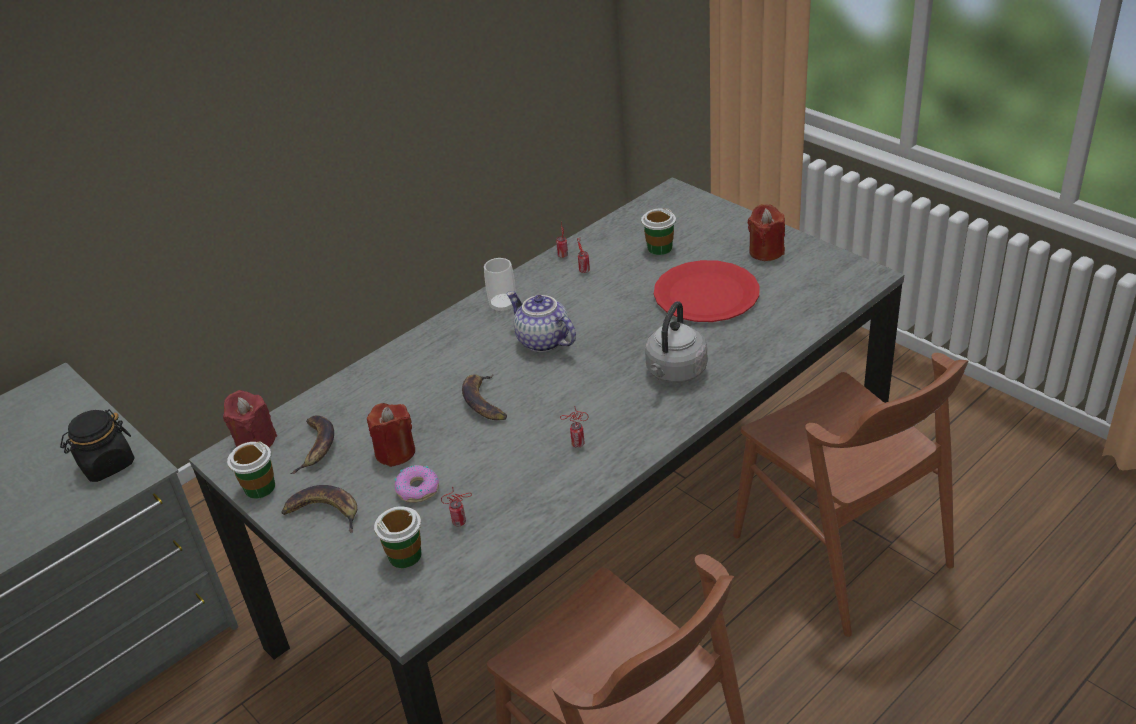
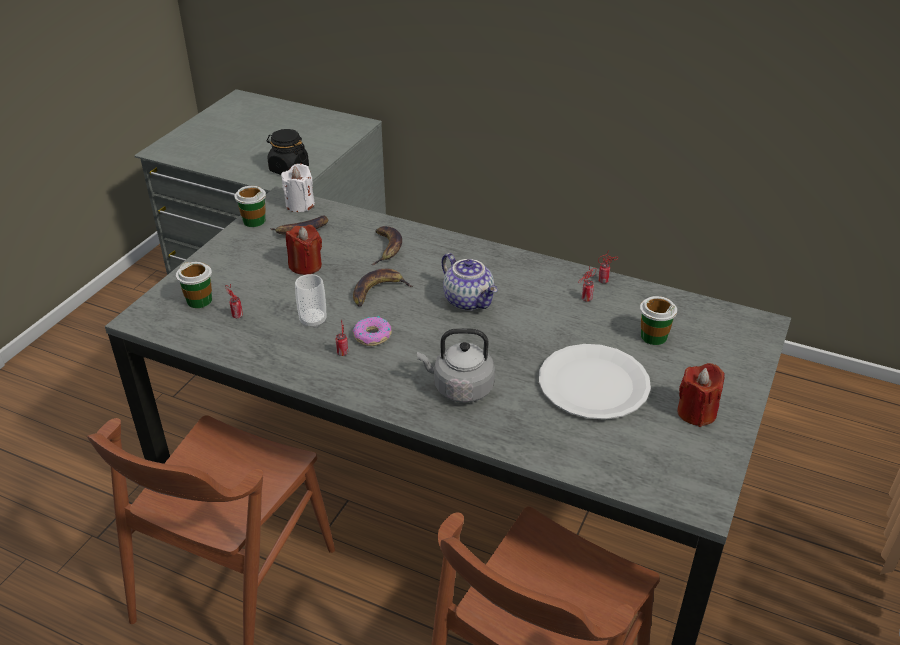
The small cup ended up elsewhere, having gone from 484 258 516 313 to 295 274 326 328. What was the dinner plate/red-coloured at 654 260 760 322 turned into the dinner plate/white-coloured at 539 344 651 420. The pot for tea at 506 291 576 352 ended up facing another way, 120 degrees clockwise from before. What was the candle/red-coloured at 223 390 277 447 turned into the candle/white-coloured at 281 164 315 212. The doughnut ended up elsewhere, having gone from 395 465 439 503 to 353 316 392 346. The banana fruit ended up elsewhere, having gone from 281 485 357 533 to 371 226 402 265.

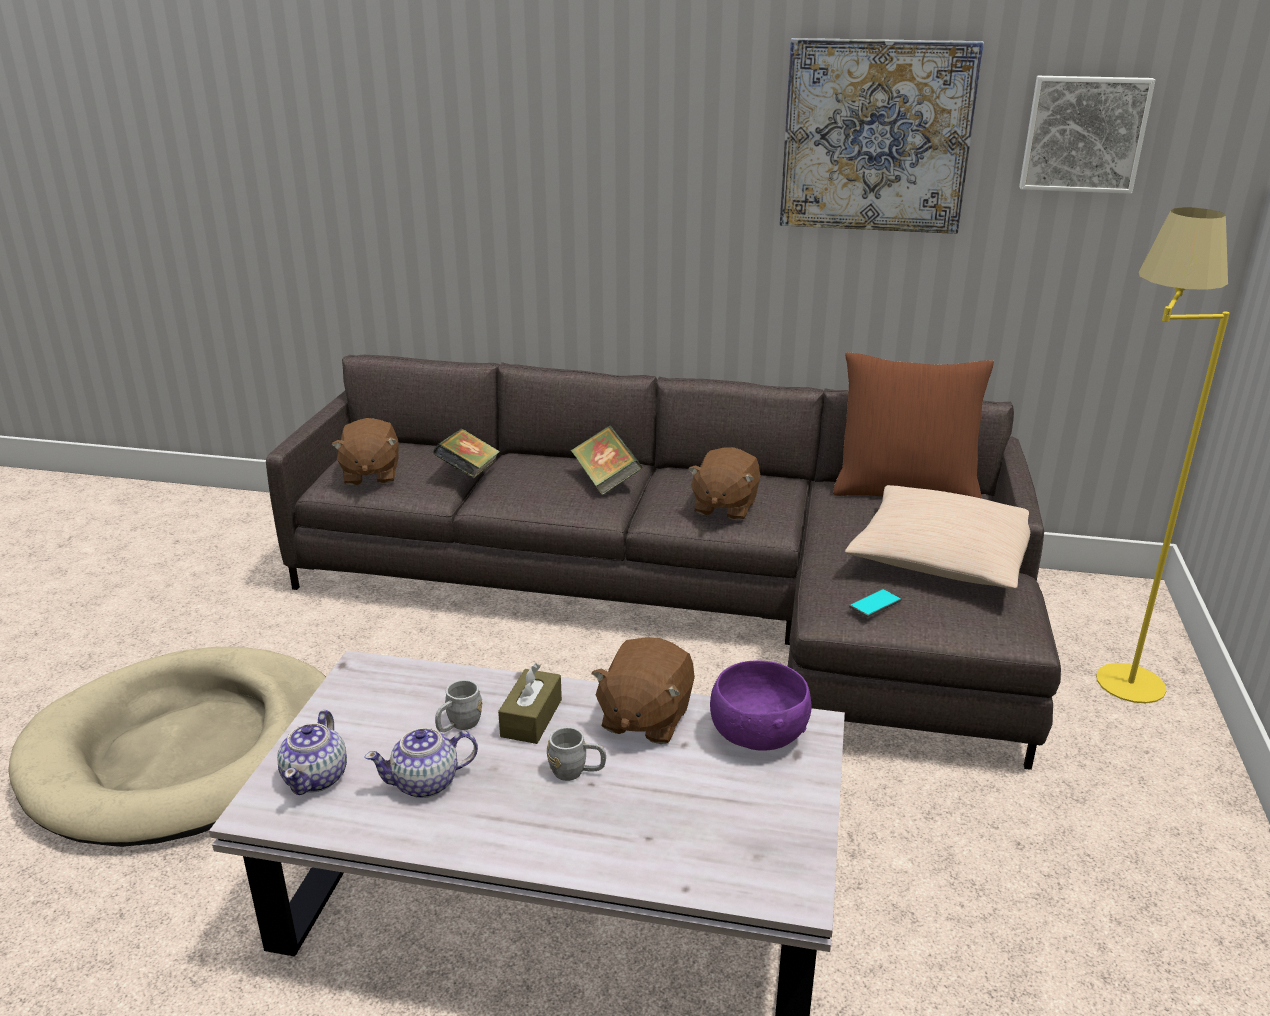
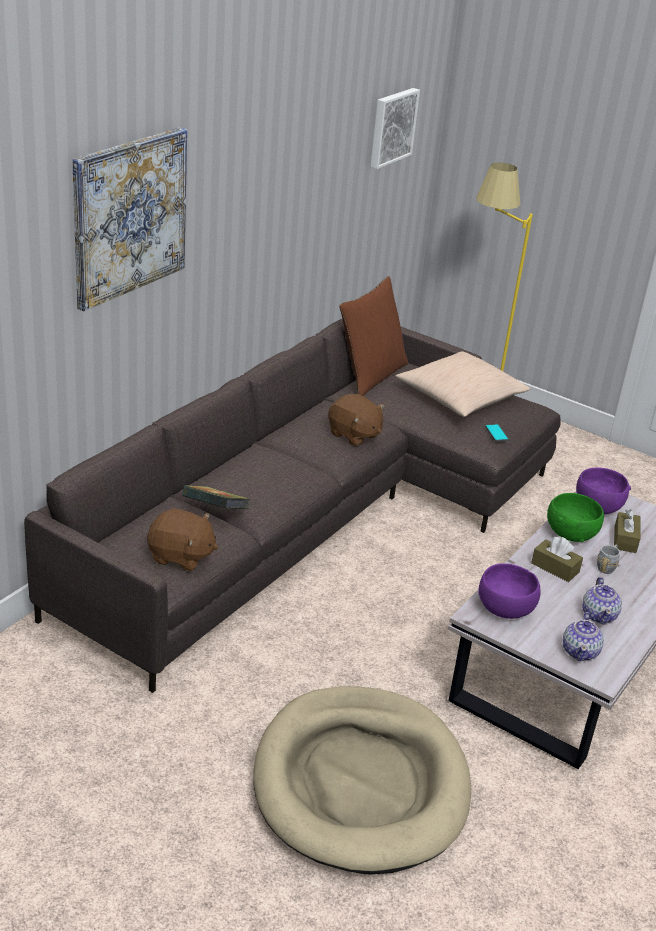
The picture ended up elsewhere, having gone from 780 38 984 234 to 72 127 187 311. The second view lost the volume at 571 426 642 496. Where the plush toy/brown-coloured stood at 591 637 695 744, the bowl/green came to stand at 547 493 604 542. The second view lost the mug/grey at 435 680 482 732. The pot for tea at 277 710 347 795 ended up facing another way, 75 degrees clockwise from before. The second view gained the tissue holder/brown-coloured at 614 509 640 553. The second view gained the bowl/purplish at 478 563 541 619.

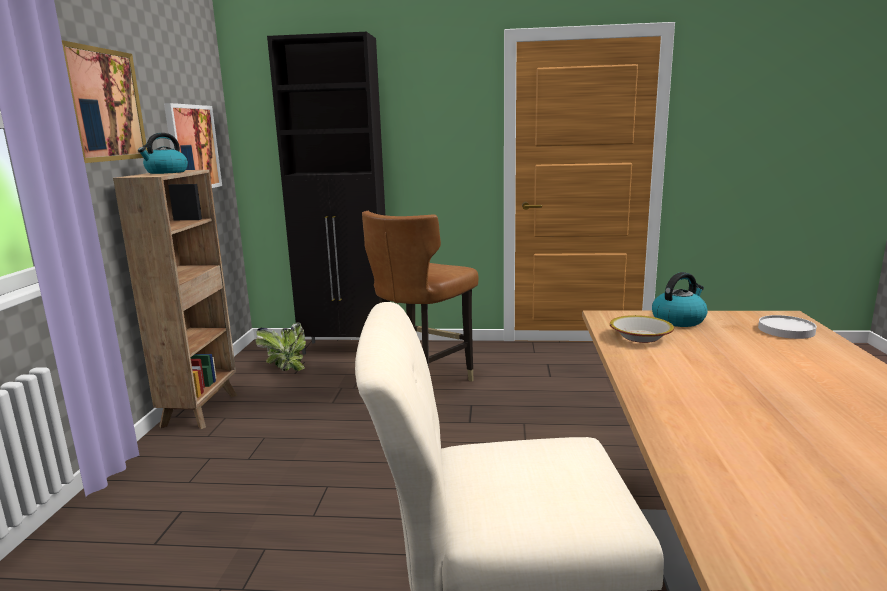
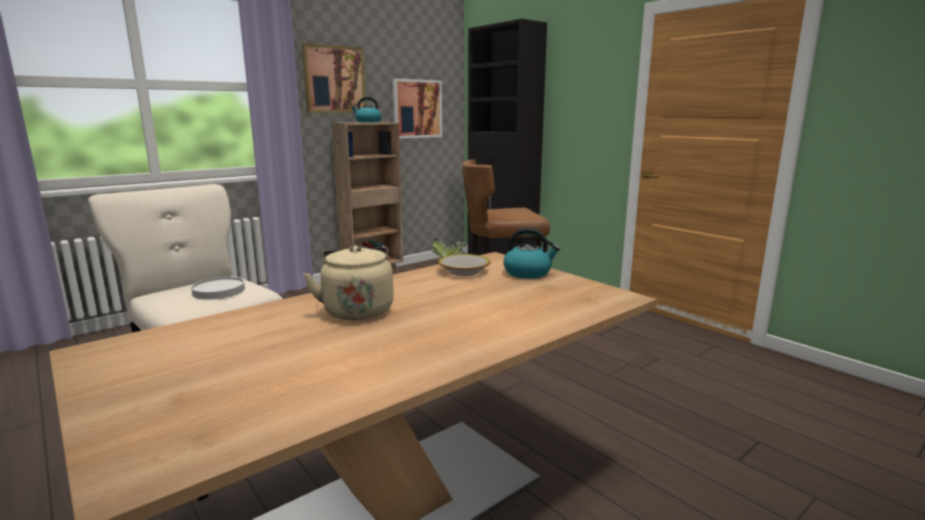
The dinner plate/white-coloured ended up elsewhere, having gone from 758 315 817 339 to 191 277 245 300. The second view gained the kettle/sand-coloured at 303 245 394 320.

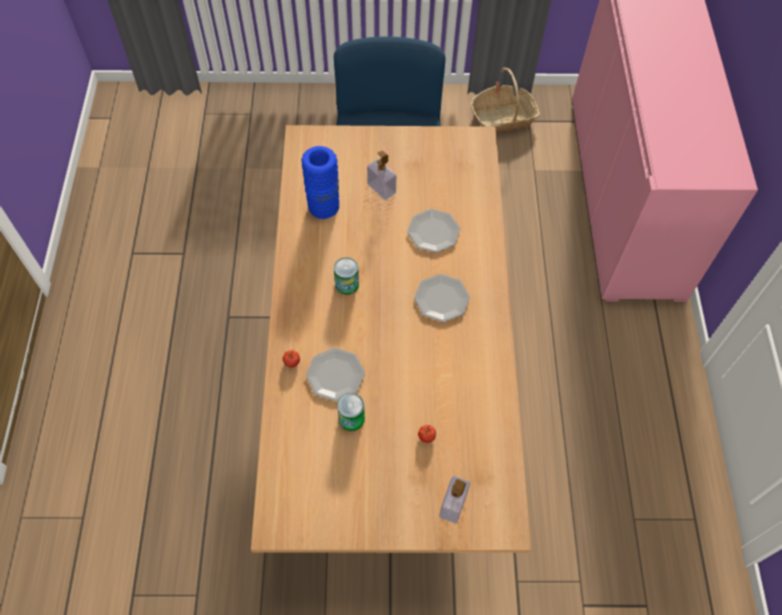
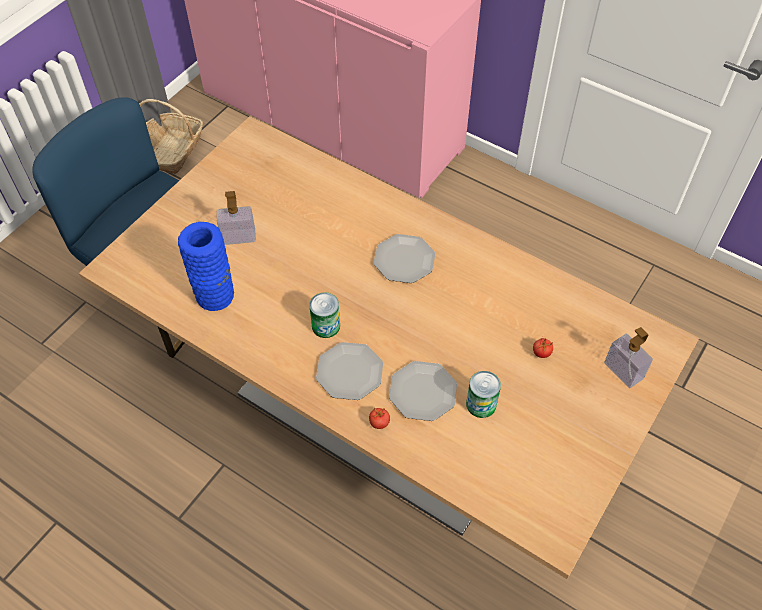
The dinner plate ended up elsewhere, having gone from 407 209 460 253 to 316 342 383 400.

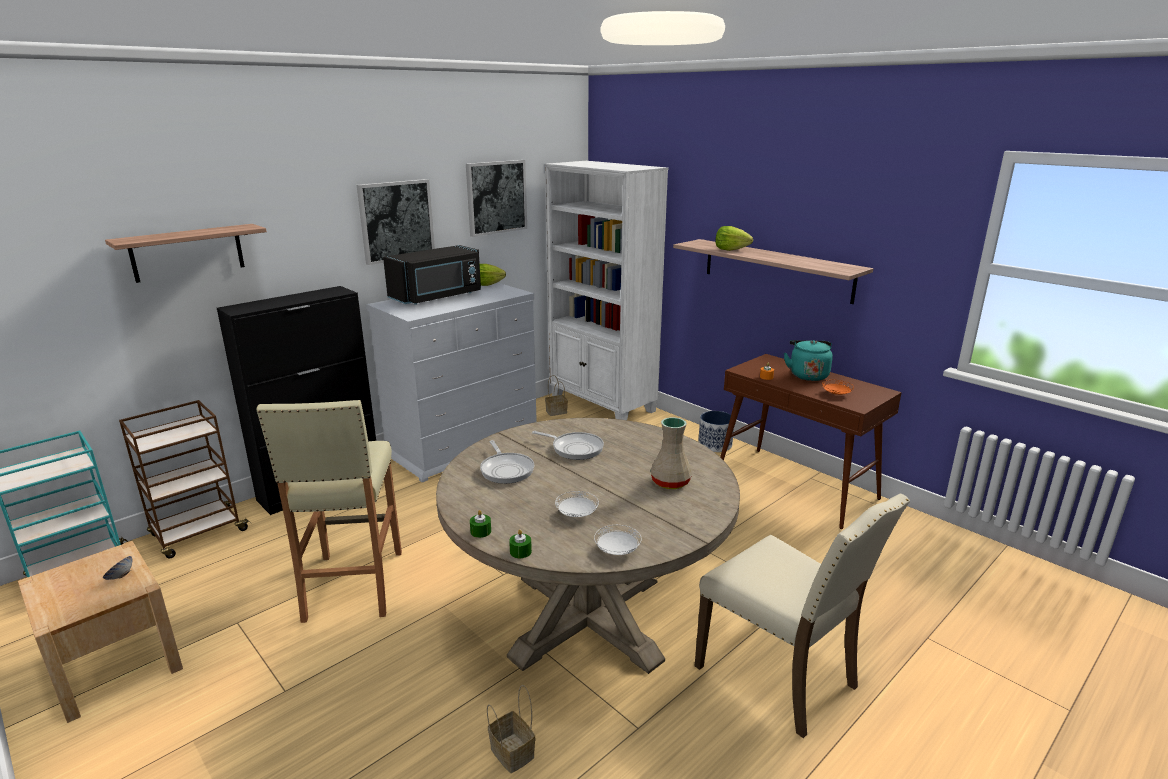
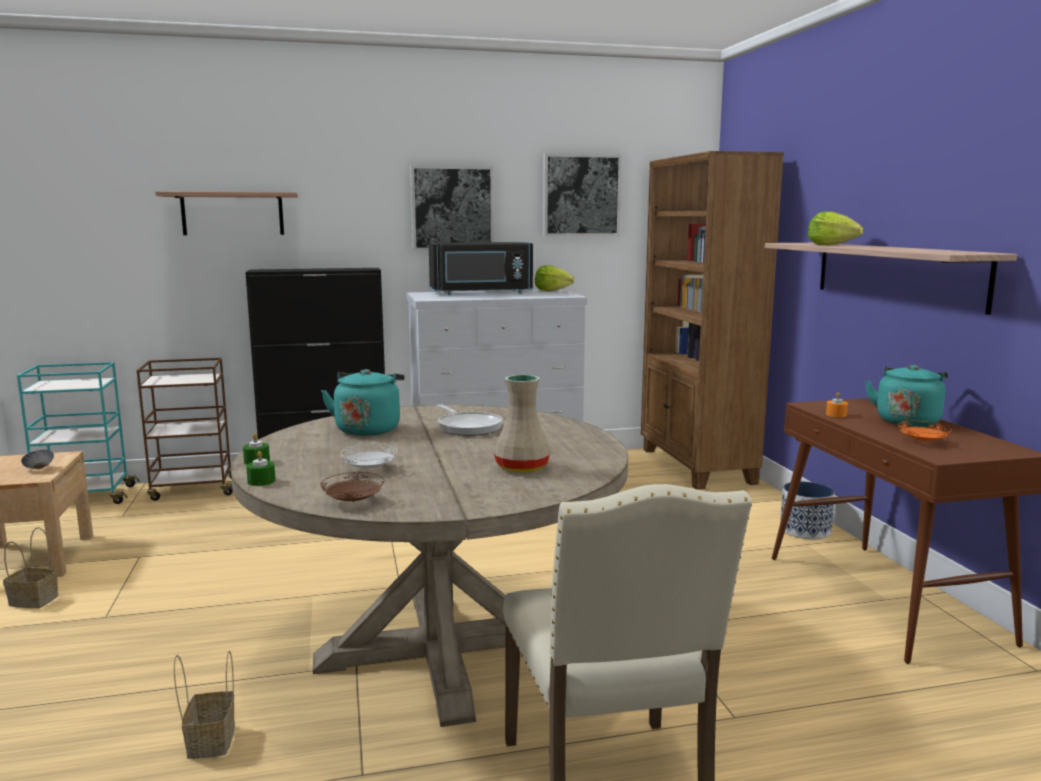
What was the bookcase/white-coloured at 545 161 668 420 turned into the bookcase/brown-coloured at 641 151 784 490. The storage basket ended up elsewhere, having gone from 545 375 568 416 to 3 527 58 608. The second view lost the sitting stool/sand-coloured at 257 400 402 623. Where the frying pan stood at 480 440 534 484, the kettle/turquoise came to stand at 321 369 405 436. What was the dinner plate/white-coloured at 594 525 642 555 turned into the dinner plate/brown-coloured at 320 472 384 502.

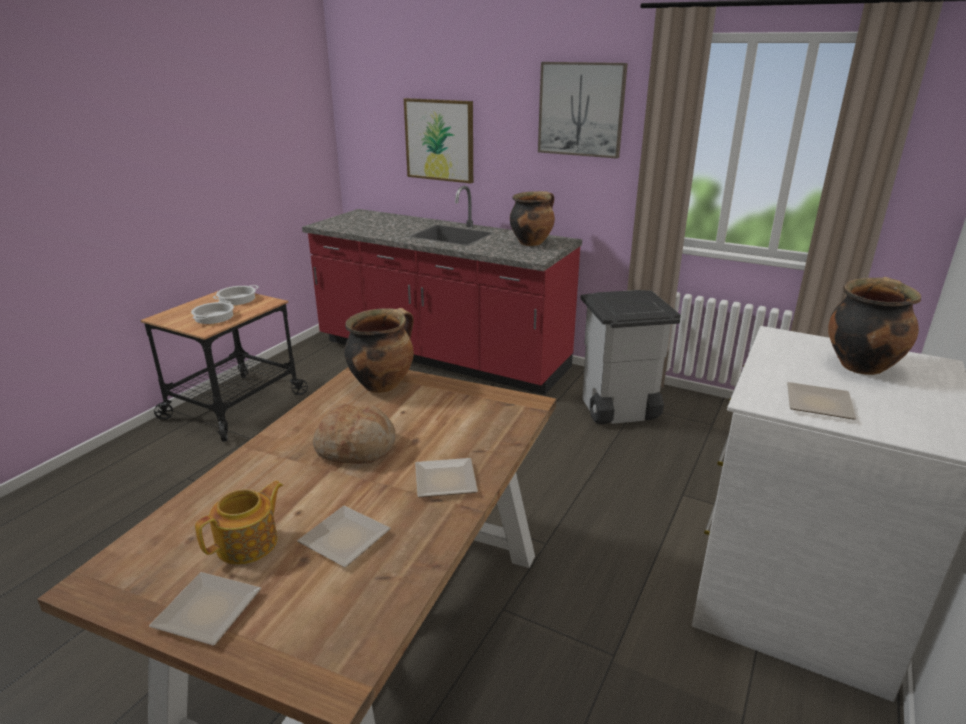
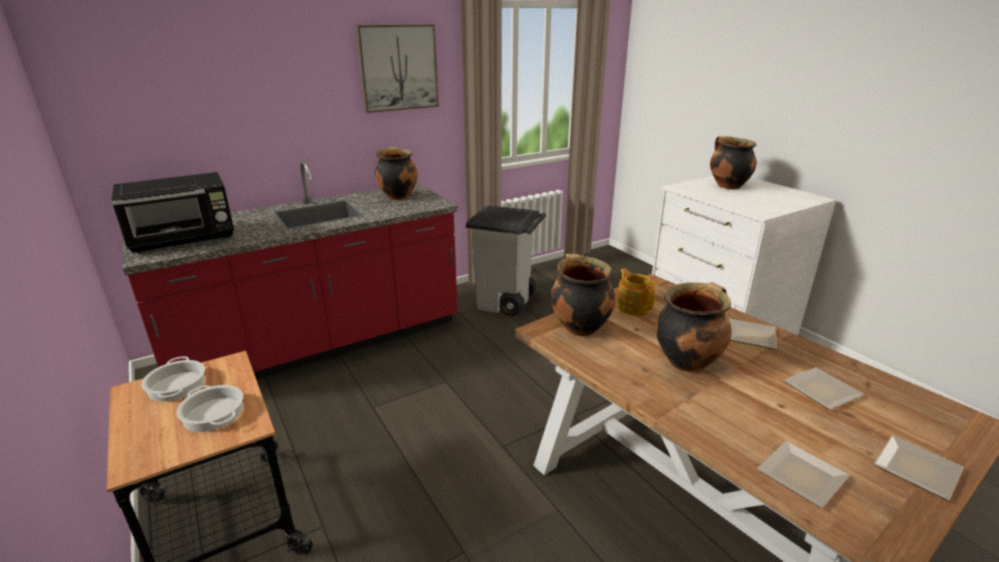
The second view lost the picture at 404 98 473 183. The dinner plate ended up elsewhere, having gone from 787 382 856 420 to 757 441 849 508. Where the bakery bread stood at 313 404 396 464, the cooking pot came to stand at 655 282 732 372. The pot for tea ended up elsewhere, having gone from 195 481 283 565 to 616 269 655 316. The second view gained the kitchen microwave/black-coloured at 111 172 234 253.

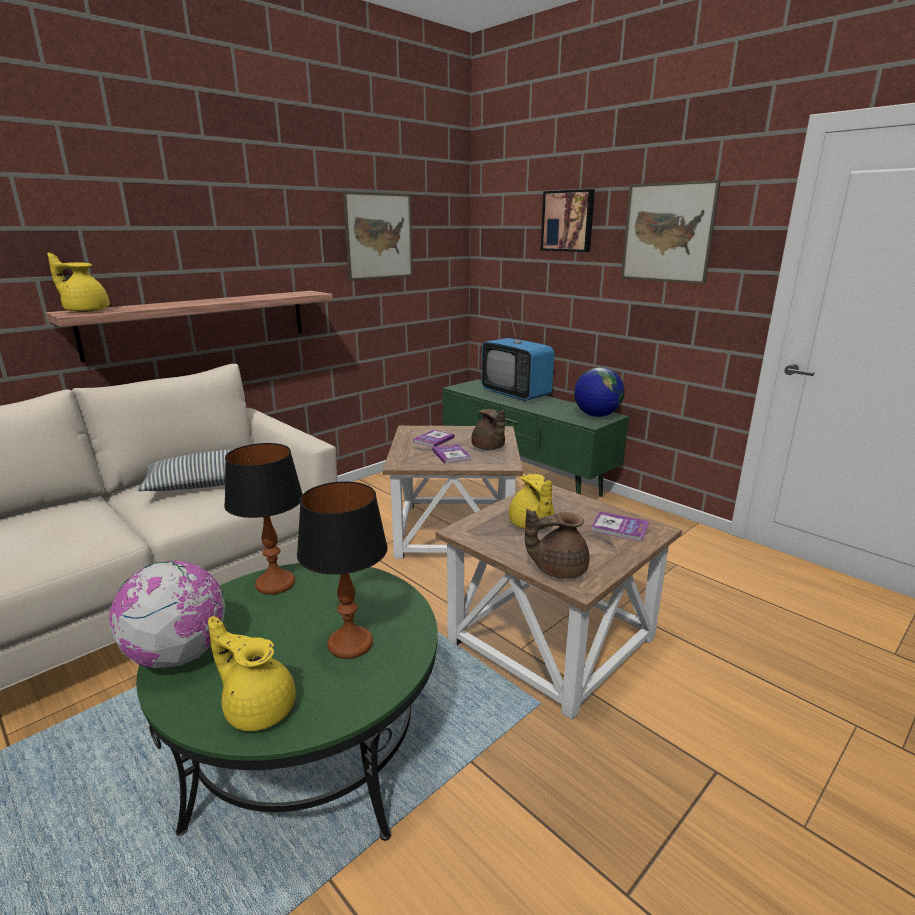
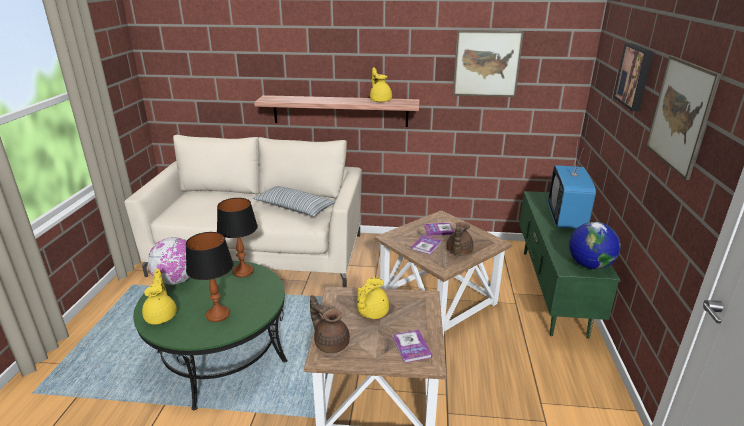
The pot for tea/yellow-coloured ended up elsewhere, having gone from 47 252 110 312 to 370 67 392 102.

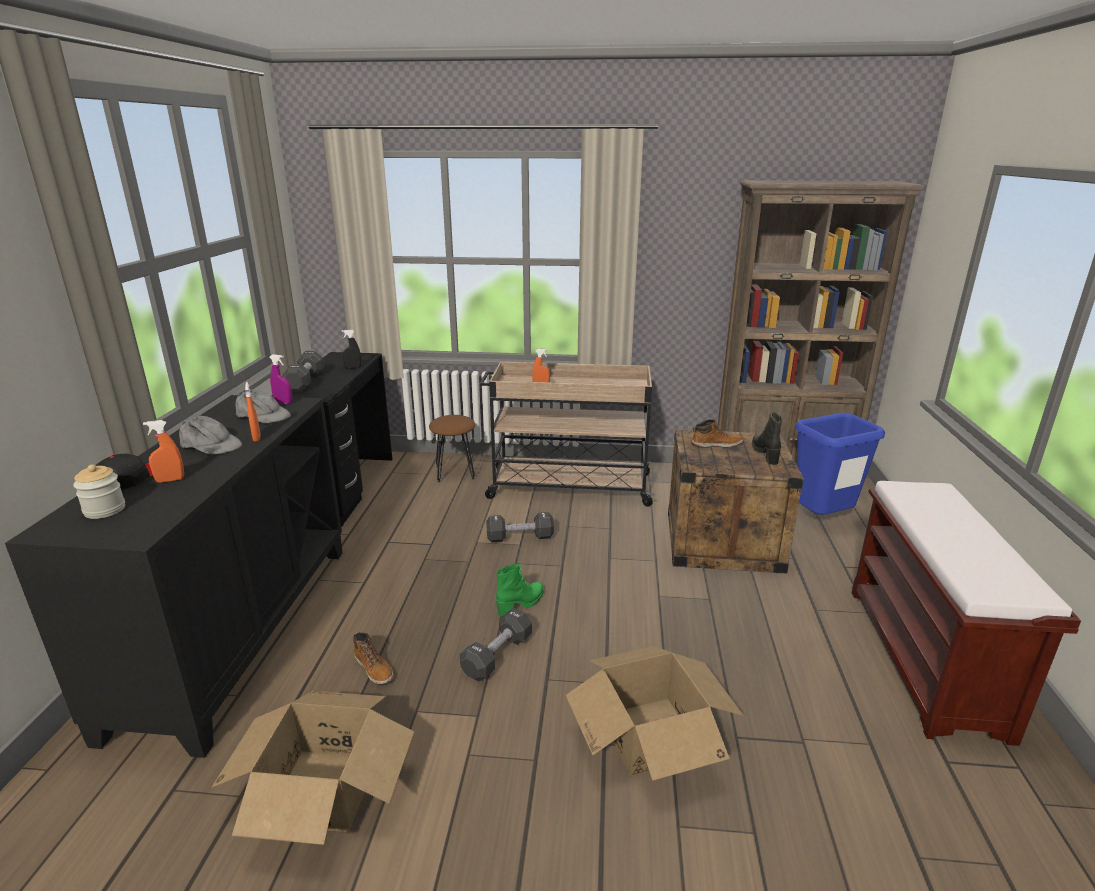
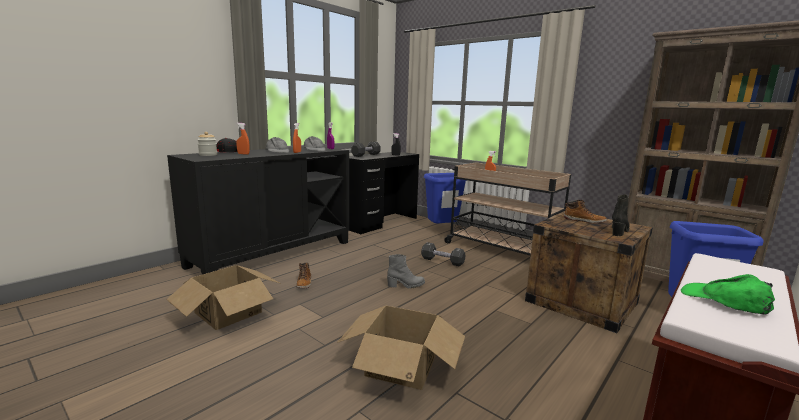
Where the sitting stool/brown-coloured stood at 429 415 475 482, the trash can/blue-coloured came to stand at 424 173 467 223. What was the tall boot/green at 496 564 544 616 turned into the tall boot/grey at 387 254 425 289. The second view lost the free weight/black-coloured at 460 608 532 681. The second view gained the baseball cap/green at 681 274 775 315.

